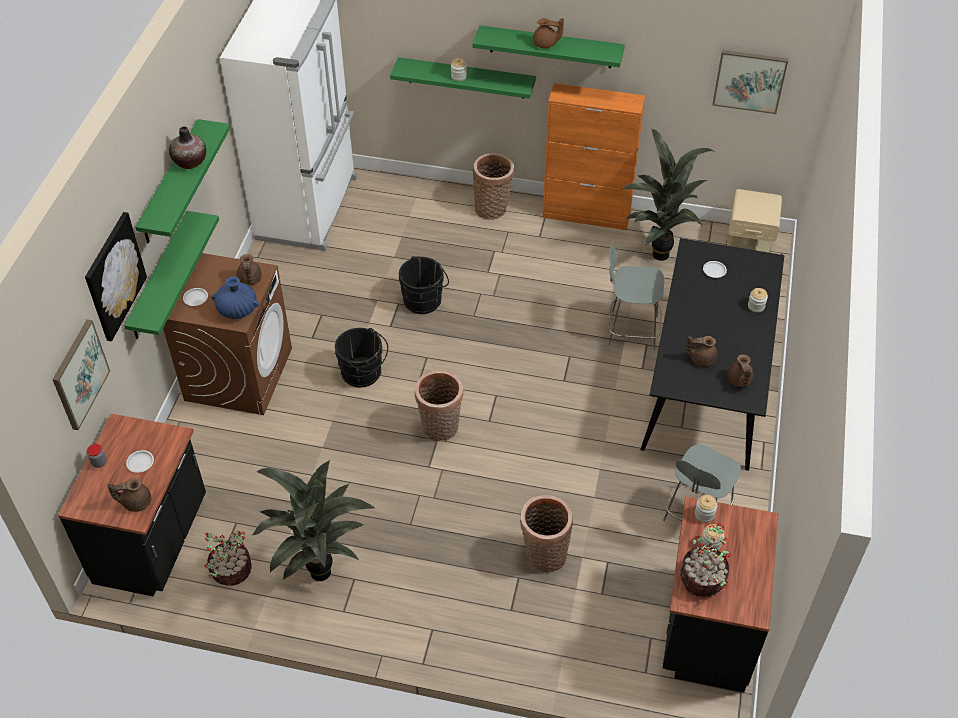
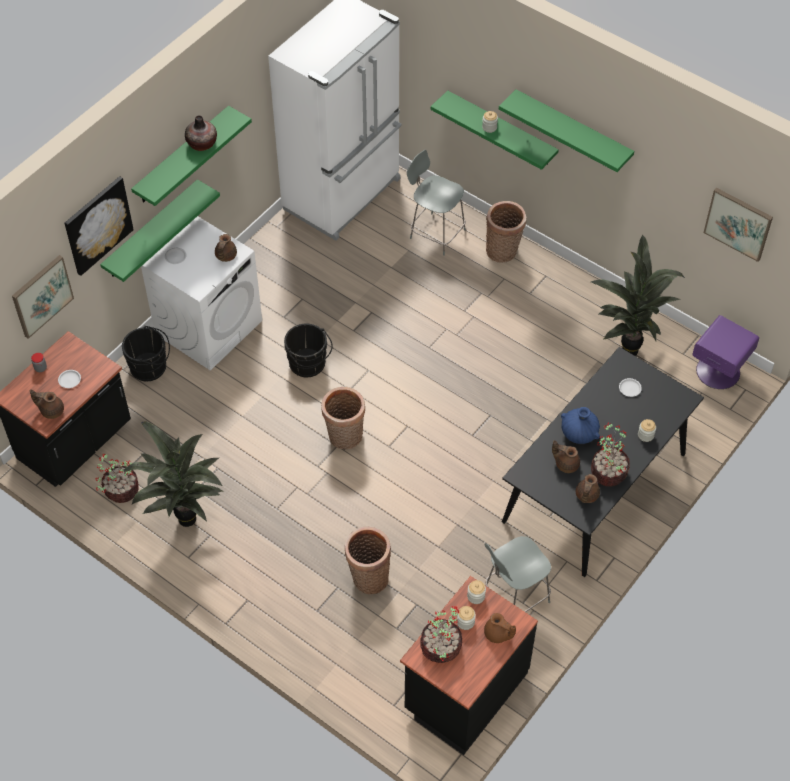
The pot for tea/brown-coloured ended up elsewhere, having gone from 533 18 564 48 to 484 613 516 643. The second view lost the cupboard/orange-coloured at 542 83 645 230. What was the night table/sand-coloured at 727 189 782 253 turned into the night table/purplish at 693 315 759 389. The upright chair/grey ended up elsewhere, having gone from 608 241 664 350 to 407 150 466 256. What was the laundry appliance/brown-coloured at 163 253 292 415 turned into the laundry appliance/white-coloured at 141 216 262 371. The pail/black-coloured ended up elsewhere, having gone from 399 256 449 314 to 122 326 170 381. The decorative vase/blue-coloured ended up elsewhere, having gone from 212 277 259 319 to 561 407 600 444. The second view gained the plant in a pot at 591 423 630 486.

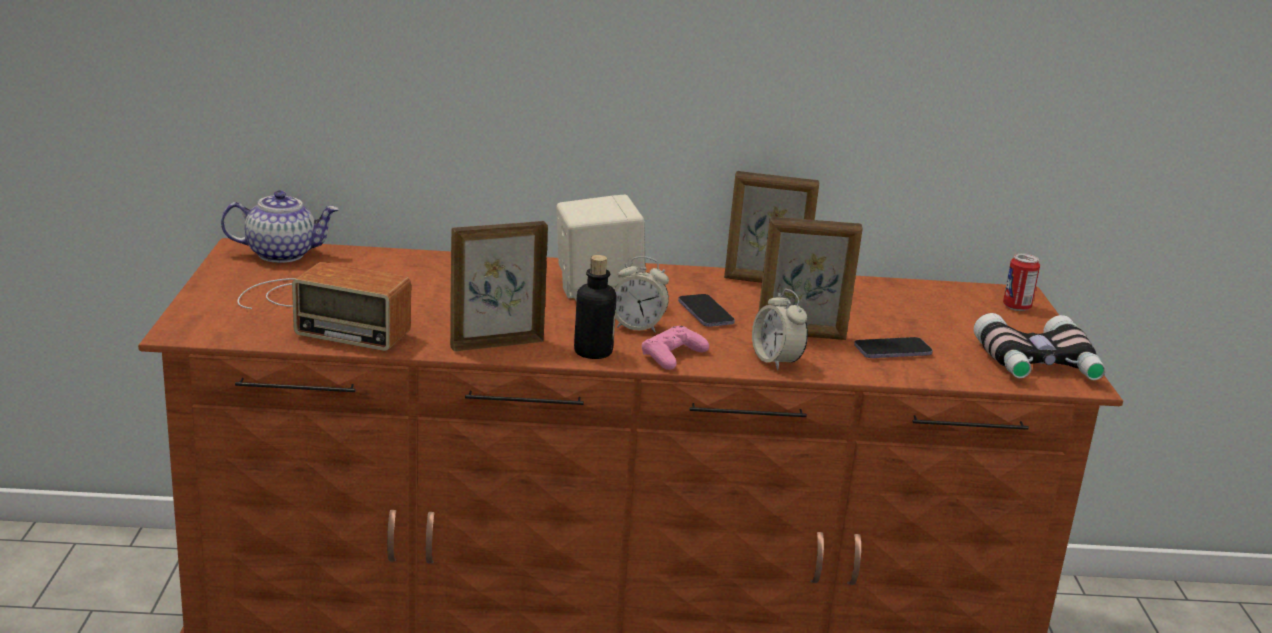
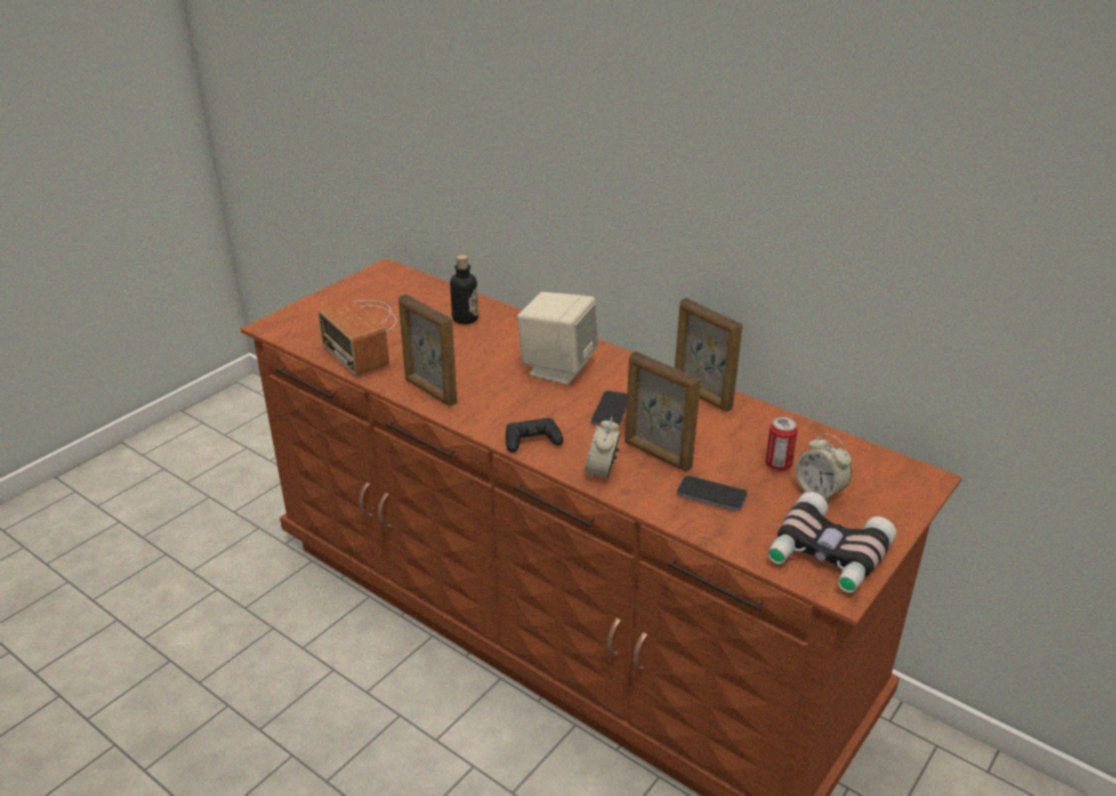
The second view lost the pot for tea at 221 190 339 263. The picture frame at 450 221 548 352 ended up facing another way, 150 degrees counterclockwise from before. The metal can ended up elsewhere, having gone from 1003 253 1040 311 to 765 417 798 470. The bottle ended up elsewhere, having gone from 574 255 617 359 to 450 255 479 324. The table clock ended up elsewhere, having gone from 614 256 669 333 to 795 433 852 504. What was the joypad/pink at 642 326 709 370 turned into the joypad/black-coloured at 505 418 563 453.

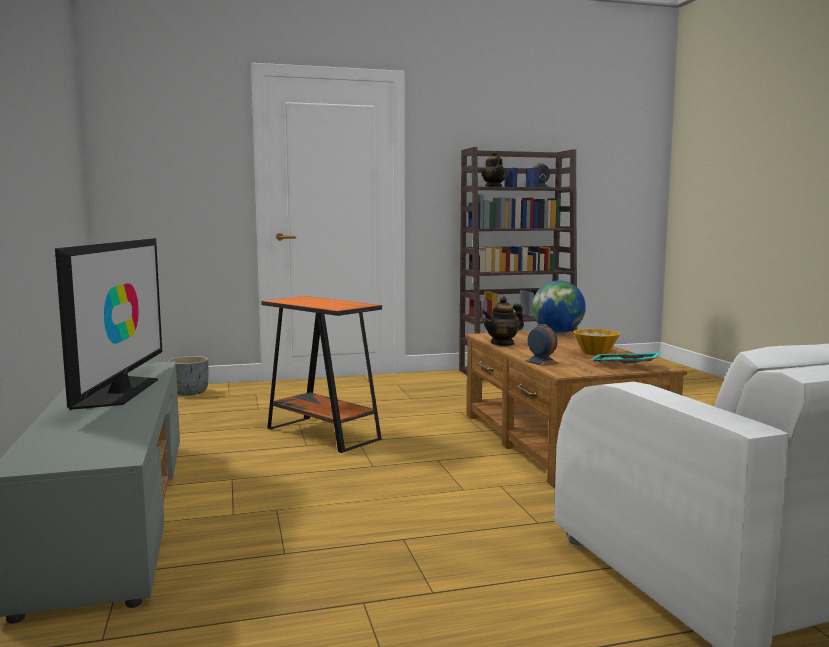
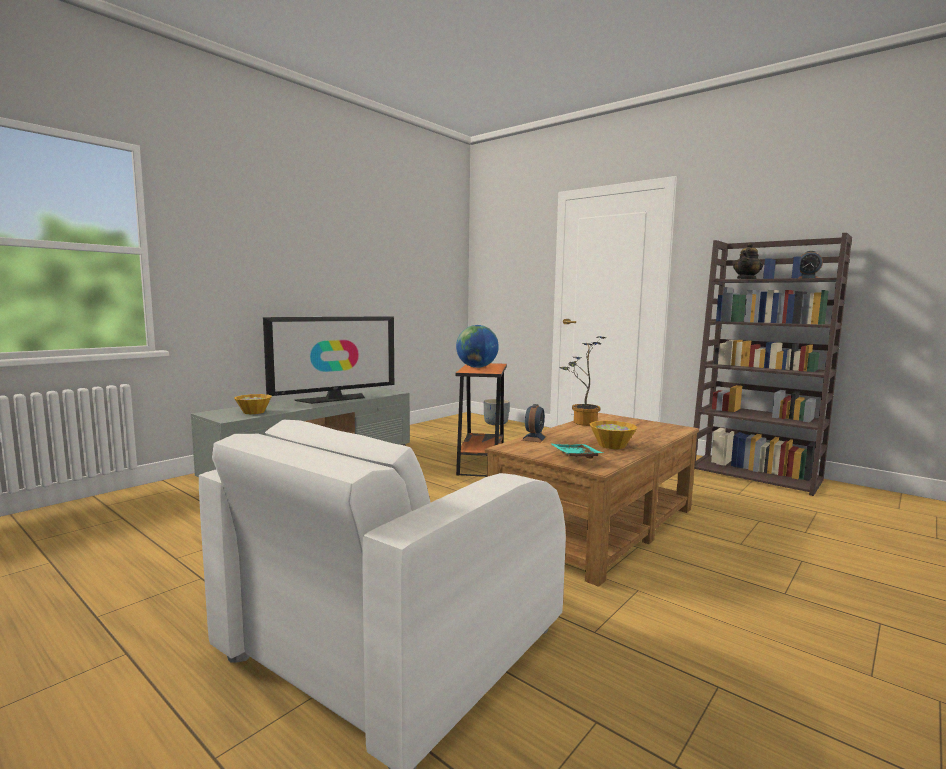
The desk globe ended up elsewhere, having gone from 532 281 586 333 to 456 325 499 368. Where the pot for tea stood at 482 296 524 346, the plant in a pot came to stand at 559 336 606 426. The second view gained the bowl at 234 394 272 414.

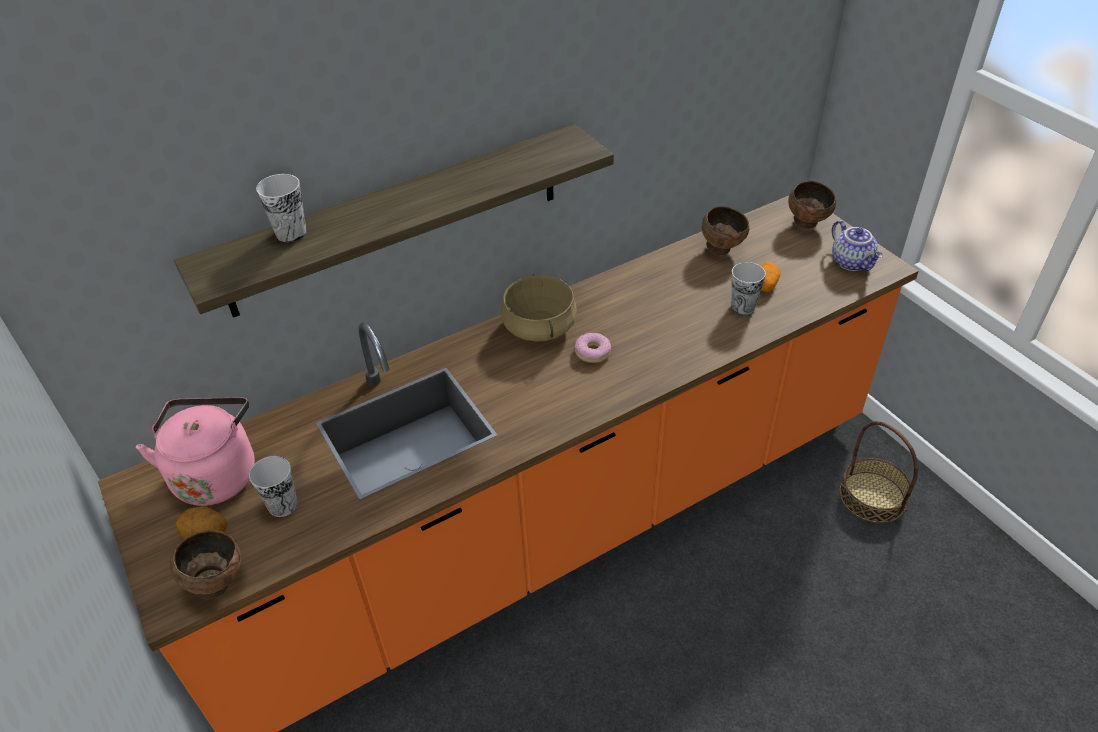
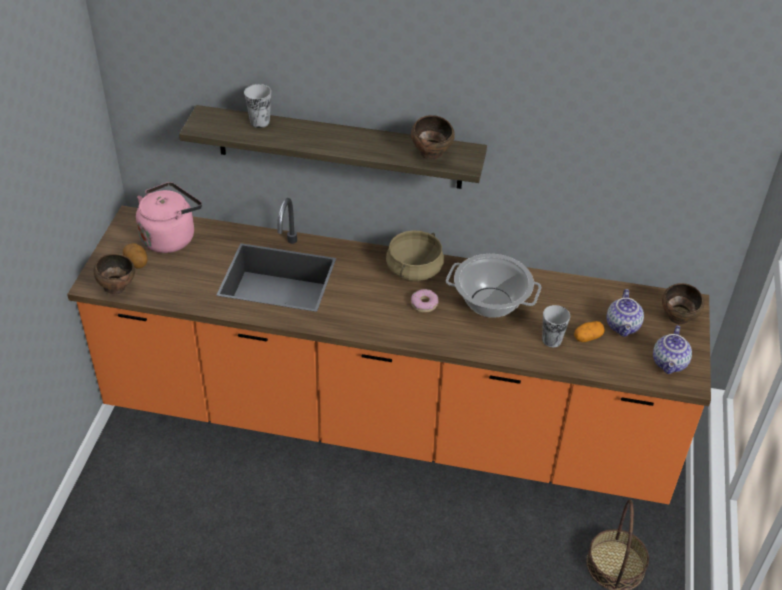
The bowl/brown-coloured ended up elsewhere, having gone from 702 206 749 255 to 411 115 455 160. The second view lost the small cup at 249 456 298 517. The second view gained the cooking pot at 446 254 541 318. The second view gained the pot for tea at 607 289 644 337.

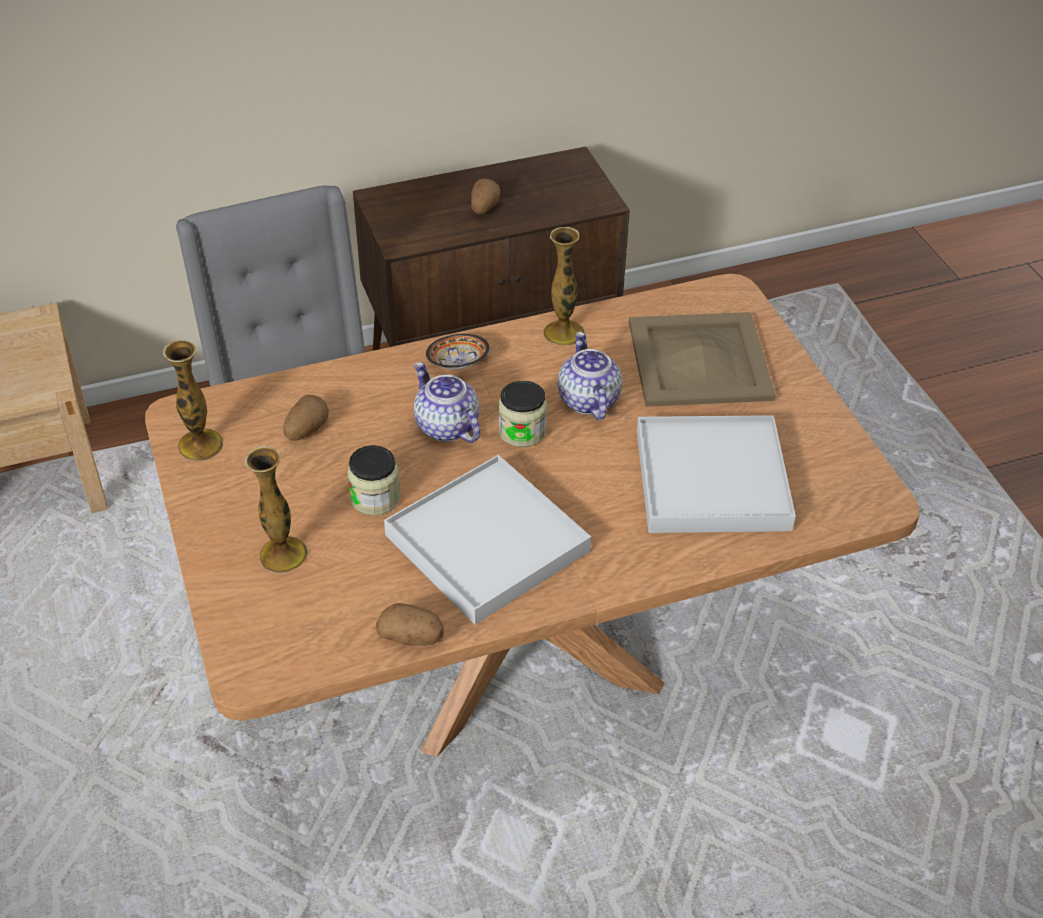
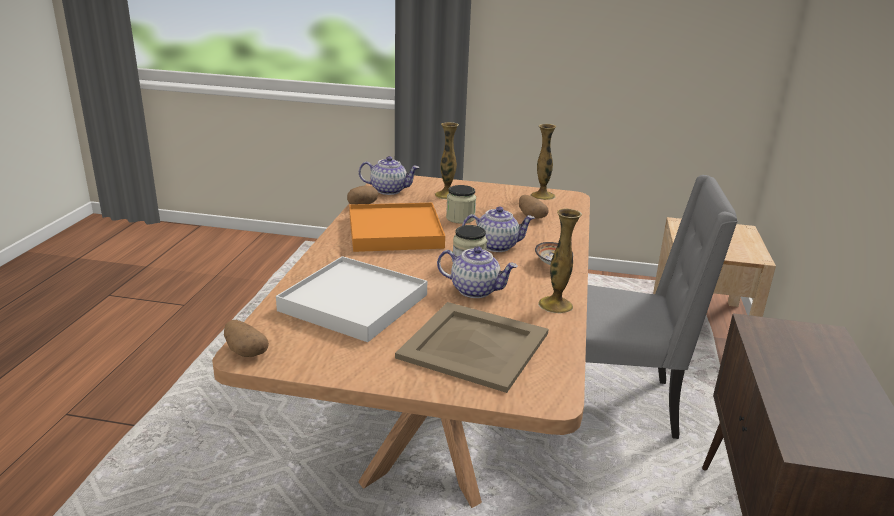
The potato ended up elsewhere, having gone from 471 179 500 214 to 224 320 269 357. What was the serving tray/white-coloured at 384 455 591 624 turned into the serving tray/orange-coloured at 349 203 445 252. The second view gained the pot for tea at 359 156 420 195.

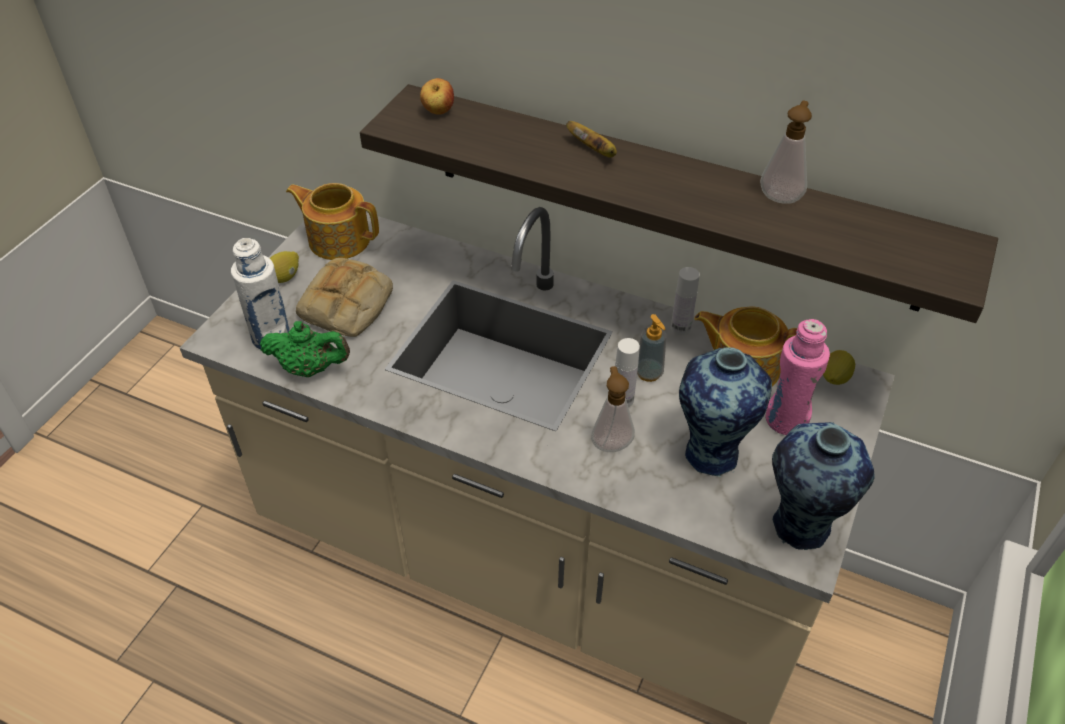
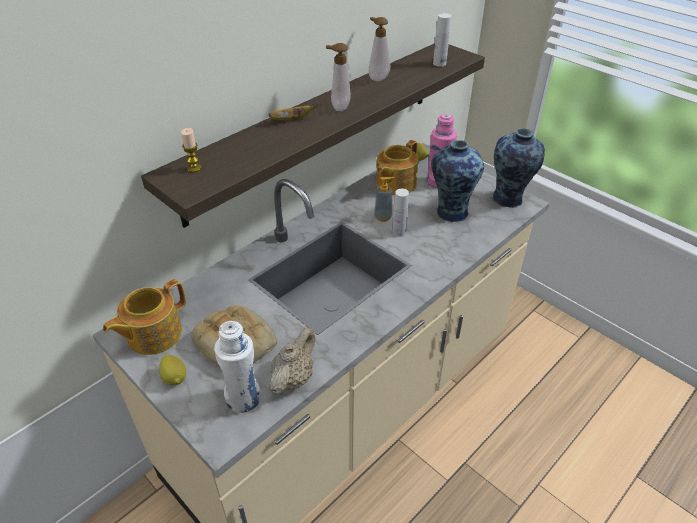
Where the apple stood at 420 78 454 115, the candle came to stand at 181 128 202 172. The bottle/white-coloured ended up elsewhere, having gone from 671 267 700 335 to 433 13 451 67. What was the pot for tea/green at 260 321 350 377 turned into the pot for tea/sand-coloured at 269 328 315 394. The soap bottle ended up elsewhere, having gone from 591 366 635 452 to 326 43 351 111.

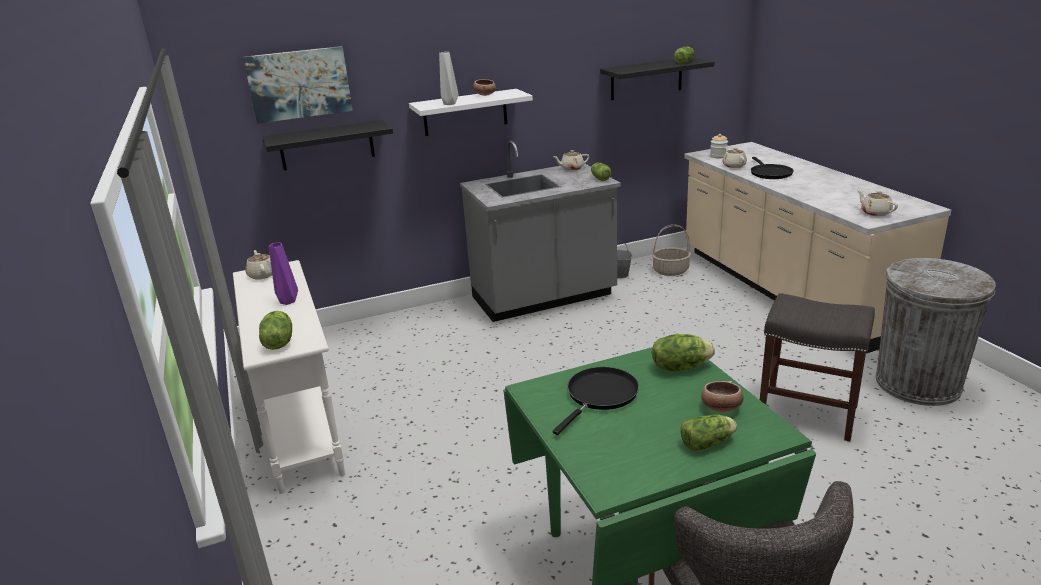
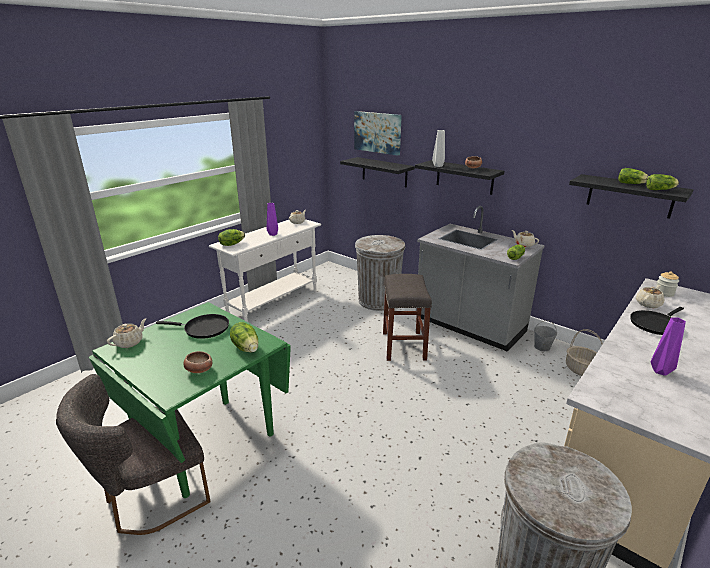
What was the shelf/white-coloured at 409 89 533 136 turned into the shelf/black-coloured at 415 160 504 195. The pot for tea/sand-coloured ended up elsewhere, having gone from 857 190 898 216 to 107 319 146 348. The sitting stool/grey ended up elsewhere, having gone from 760 293 875 441 to 383 274 432 361. The lettuce ended up elsewhere, having gone from 681 415 737 451 to 618 168 649 184. The second view gained the trash can/grey at 355 235 405 311. The second view gained the decorative vase/purplish at 651 317 686 376.

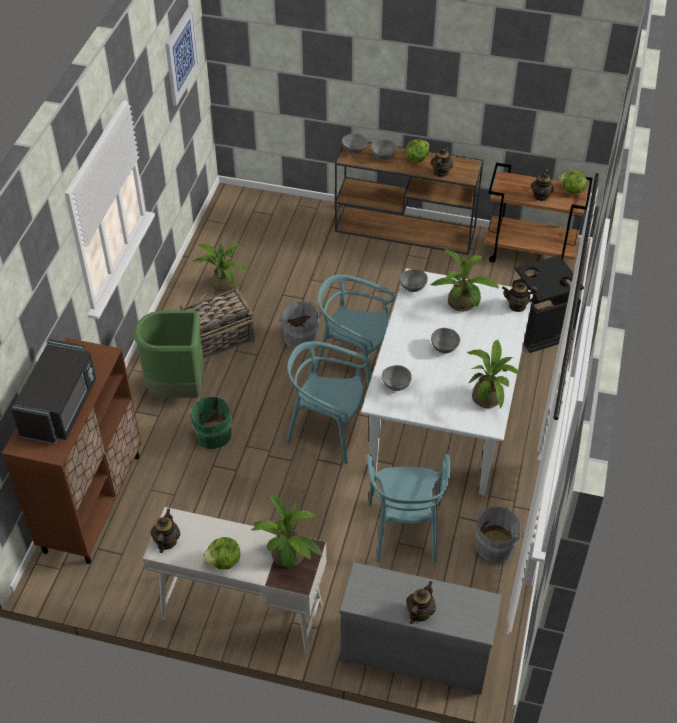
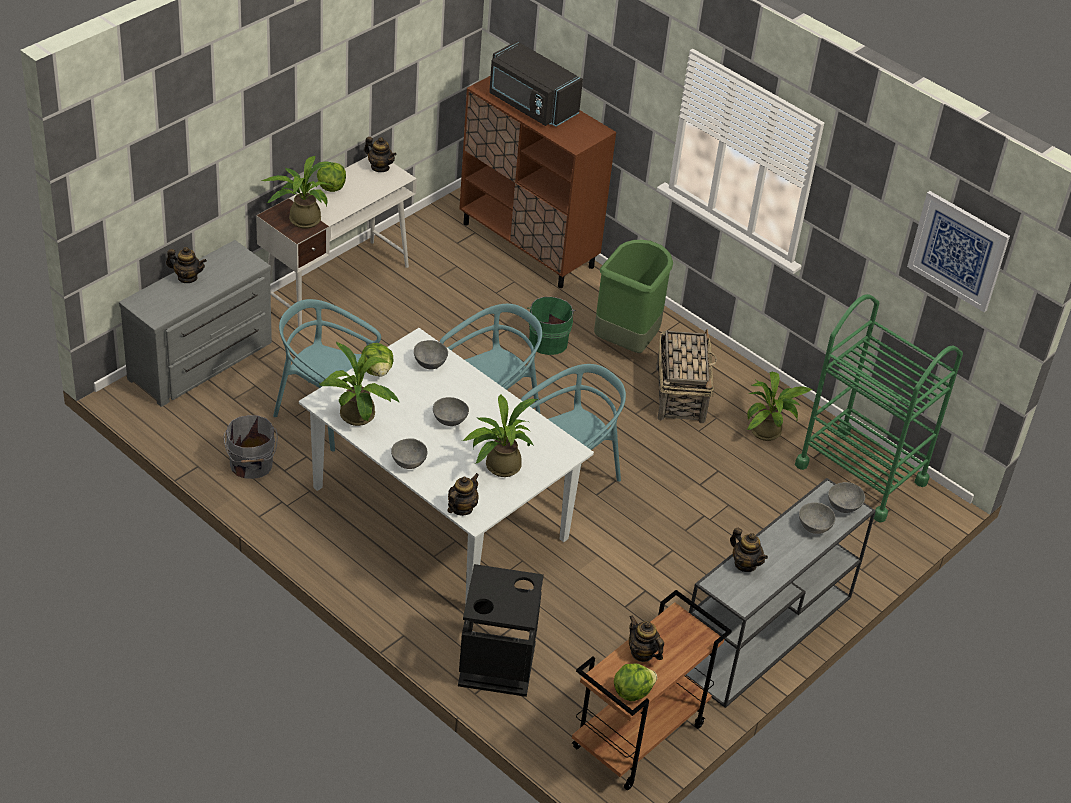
The lettuce ended up elsewhere, having gone from 405 139 429 162 to 361 343 394 377. What was the narrow table/brown-coloured at 335 142 484 255 turned into the narrow table/grey at 686 478 876 708. The bowl/grey ended up elsewhere, having gone from 399 269 428 292 to 391 438 427 469. The second view lost the pail/grey at 278 302 320 351. The pot for tea at 406 581 436 624 ended up facing another way, 45 degrees counterclockwise from before. The second view gained the cart/green at 795 294 963 523.

